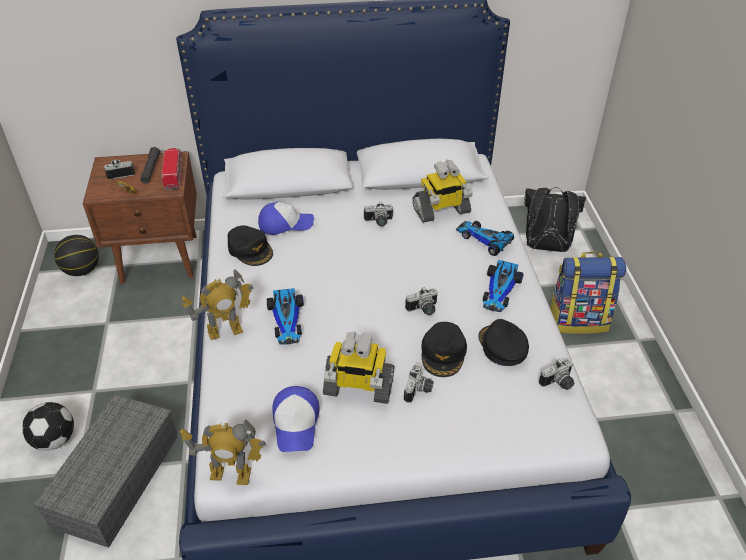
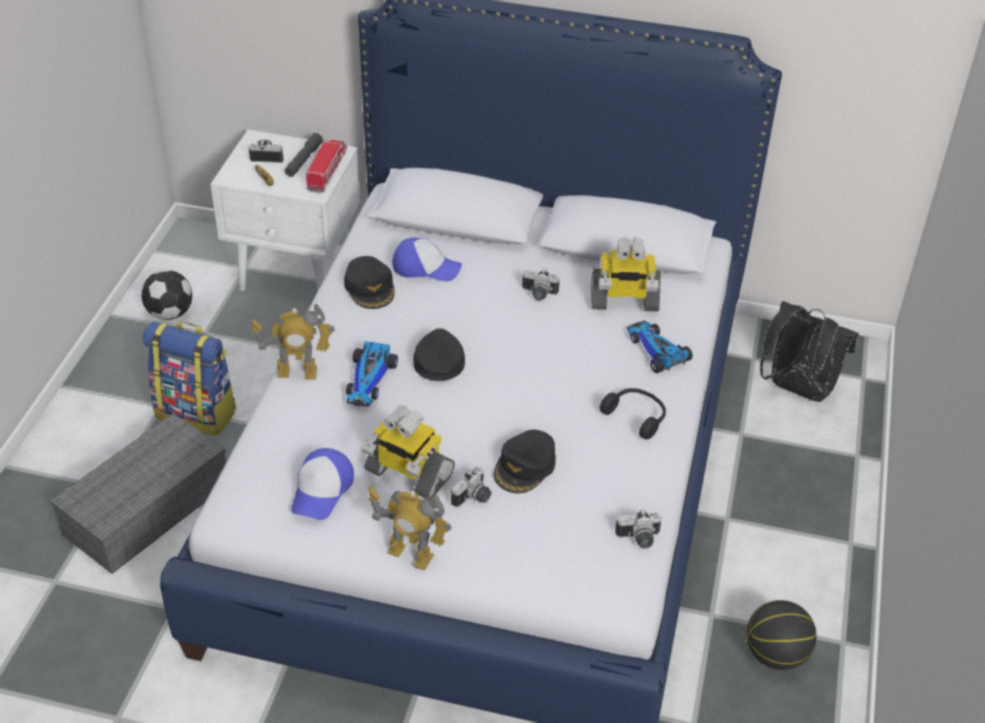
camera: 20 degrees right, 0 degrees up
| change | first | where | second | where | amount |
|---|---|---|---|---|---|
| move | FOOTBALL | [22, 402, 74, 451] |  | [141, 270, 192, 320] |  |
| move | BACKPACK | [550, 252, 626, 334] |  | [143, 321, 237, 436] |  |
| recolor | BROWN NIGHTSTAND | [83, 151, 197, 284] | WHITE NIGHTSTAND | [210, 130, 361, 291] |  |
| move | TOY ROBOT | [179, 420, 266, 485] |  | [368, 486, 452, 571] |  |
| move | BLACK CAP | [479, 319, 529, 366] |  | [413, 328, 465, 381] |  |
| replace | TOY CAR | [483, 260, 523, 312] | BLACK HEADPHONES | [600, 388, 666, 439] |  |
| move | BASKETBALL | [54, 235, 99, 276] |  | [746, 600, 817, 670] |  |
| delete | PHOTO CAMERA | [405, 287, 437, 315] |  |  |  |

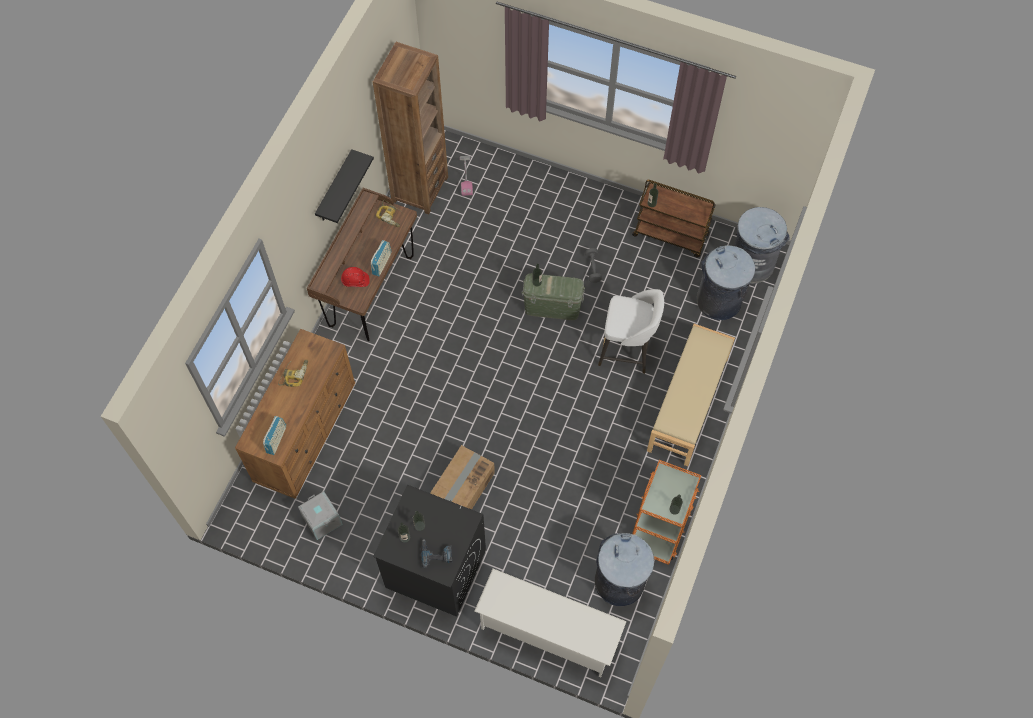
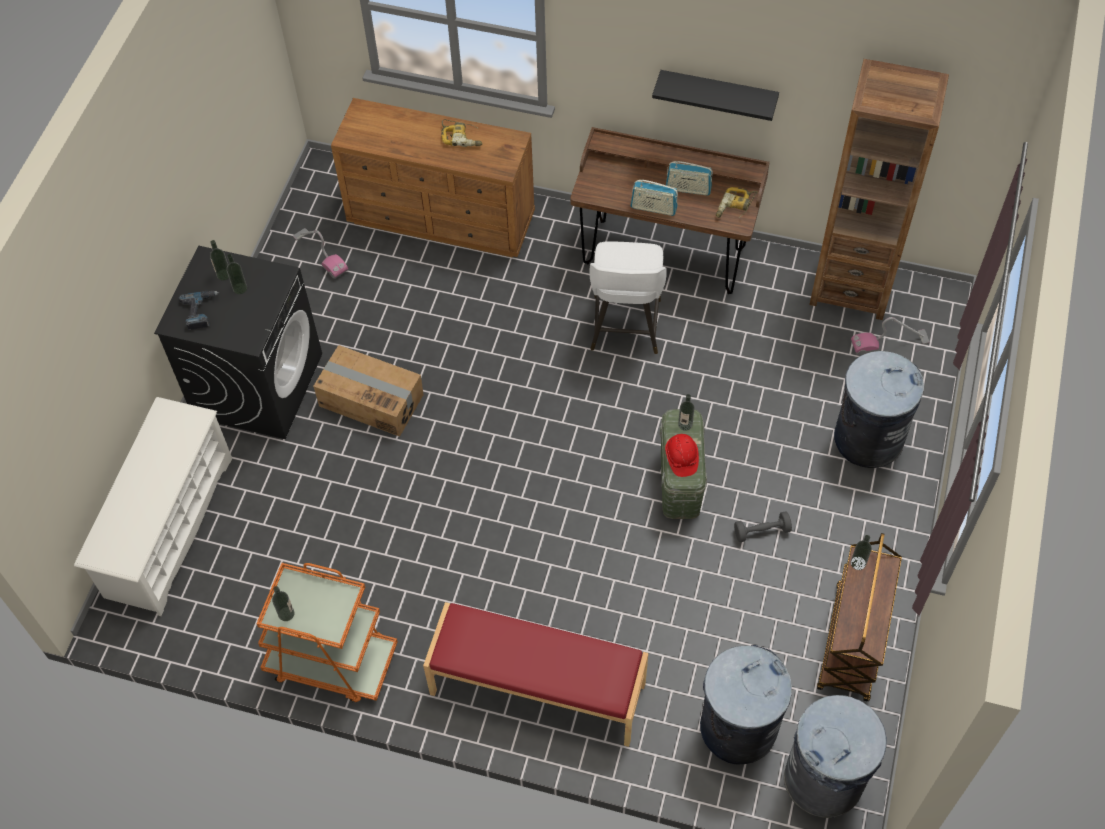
camera: 85 degrees right, 5 degrees down
| change | first | where | second | where | amount |
|---|---|---|---|---|---|
| replace | GREY STORAGE BOX | [298, 491, 343, 540] | VACUUM CLEANER | [293, 228, 348, 279] |  |
| recolor | BEIGE BENCH | [647, 324, 735, 466] | RED BENCH | [423, 602, 648, 747] |  |
| move | WHITE STOOL | [598, 289, 664, 374] |  | [589, 241, 667, 354] |  |
| move | RED HARD HAT | [341, 267, 370, 287] |  | [665, 434, 699, 477] |  |
| move | RADIO | [263, 416, 286, 455] |  | [666, 161, 713, 195] |  |
| move | GREY TRASH CAN | [595, 533, 654, 606] |  | [834, 351, 924, 468] |  |

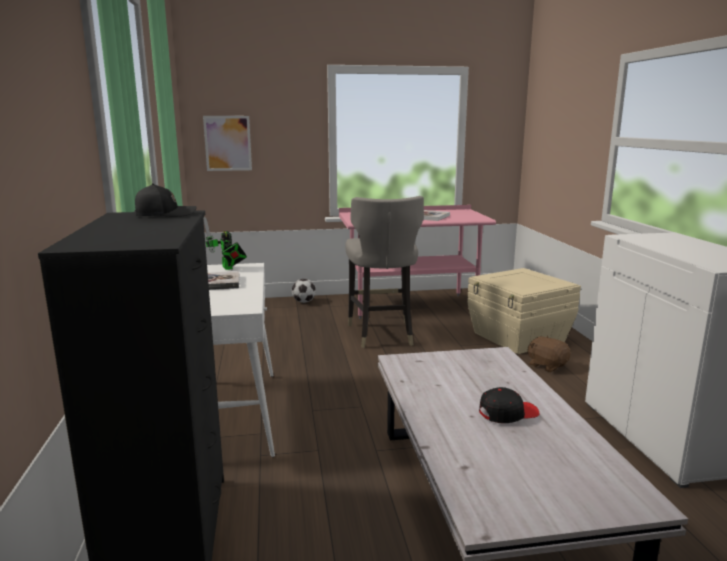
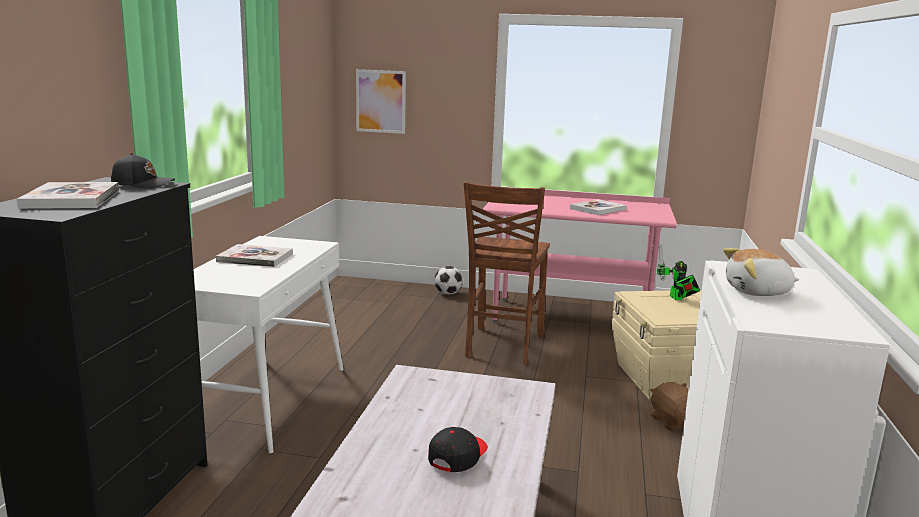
camera: 20 degrees right, 0 degrees up
| change | first | where | second | where | amount |
|---|---|---|---|---|---|
| insert |  |  | BOOK | [17, 182, 119, 209] |  |
| rotate | BLACK CAP | [479, 387, 539, 423] |  | [428, 427, 488, 472] | 60 degrees counterclockwise |
| replace | GREY STOOL | [345, 196, 424, 348] | BROWN CHAIR | [464, 182, 550, 365] |  |
| move | TOY ROBOT | [203, 217, 247, 270] |  | [657, 244, 700, 300] |  |
| insert |  |  | PLUSH TOY | [723, 248, 799, 296] |  |

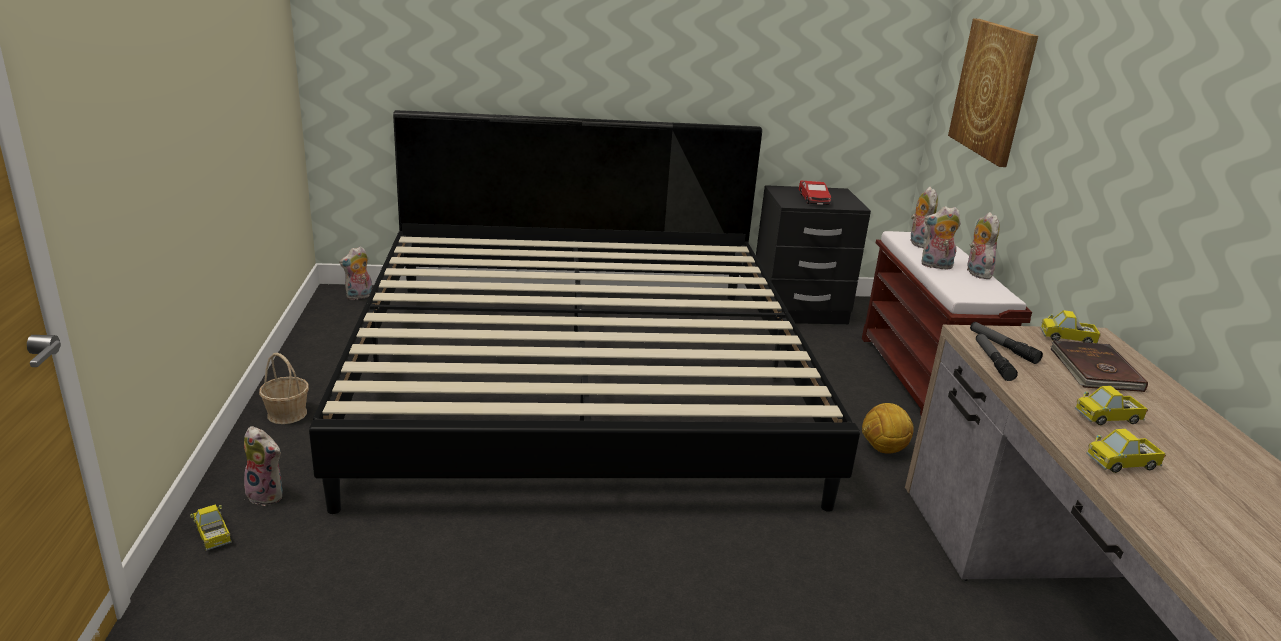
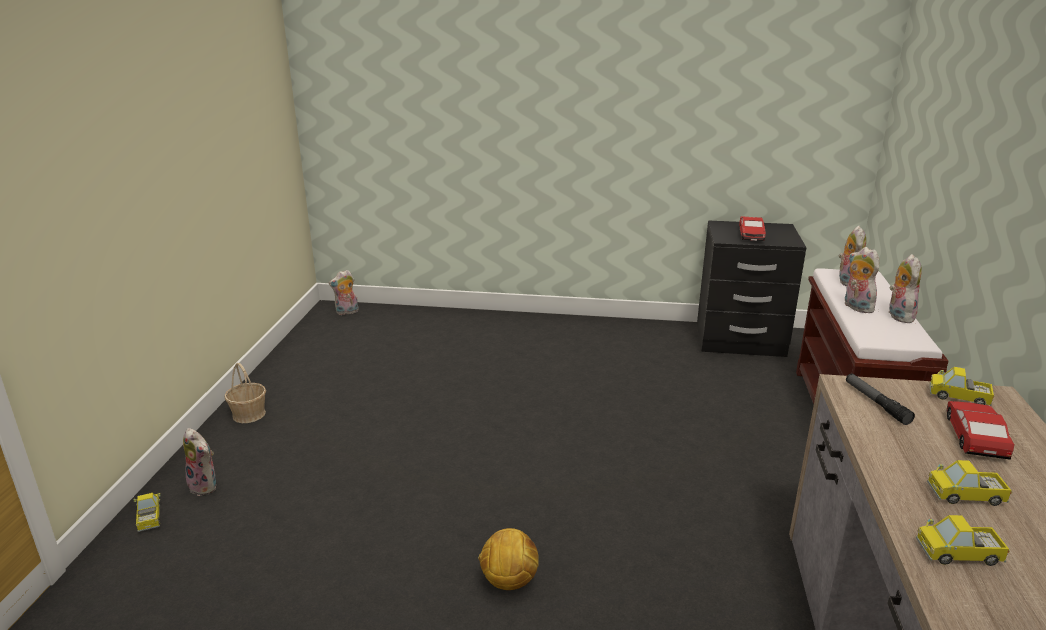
camera: 15 degrees right, 0 degrees up
| change | first | where | second | where | amount |
|---|---|---|---|---|---|
| move | FOOTBALL | [862, 403, 914, 454] |  | [478, 528, 539, 590] |  |
| rotate | PLUSH TOY | [921, 206, 961, 271] |  | [845, 247, 879, 313] | 45 degrees clockwise |
| replace | BROWN BOOK | [1050, 340, 1148, 392] | TOY CAR | [947, 401, 1014, 460] |  |
| delete | BED | [309, 110, 860, 514] |  |  |  |
| delete | PICTURE | [948, 18, 1038, 167] |  |  |  |
| delete | FLASHLIGHT | [976, 333, 1018, 381] |  |  |  |

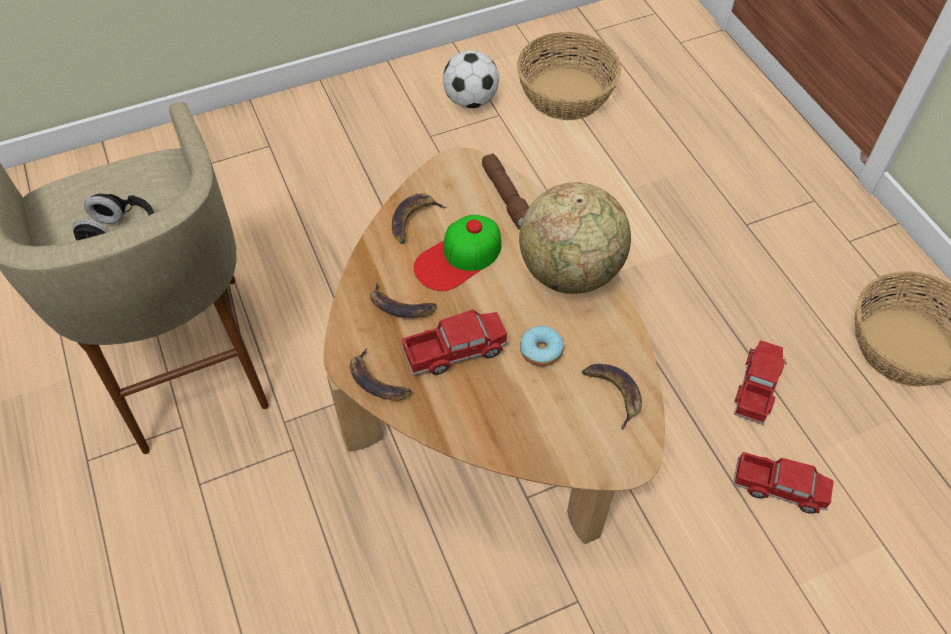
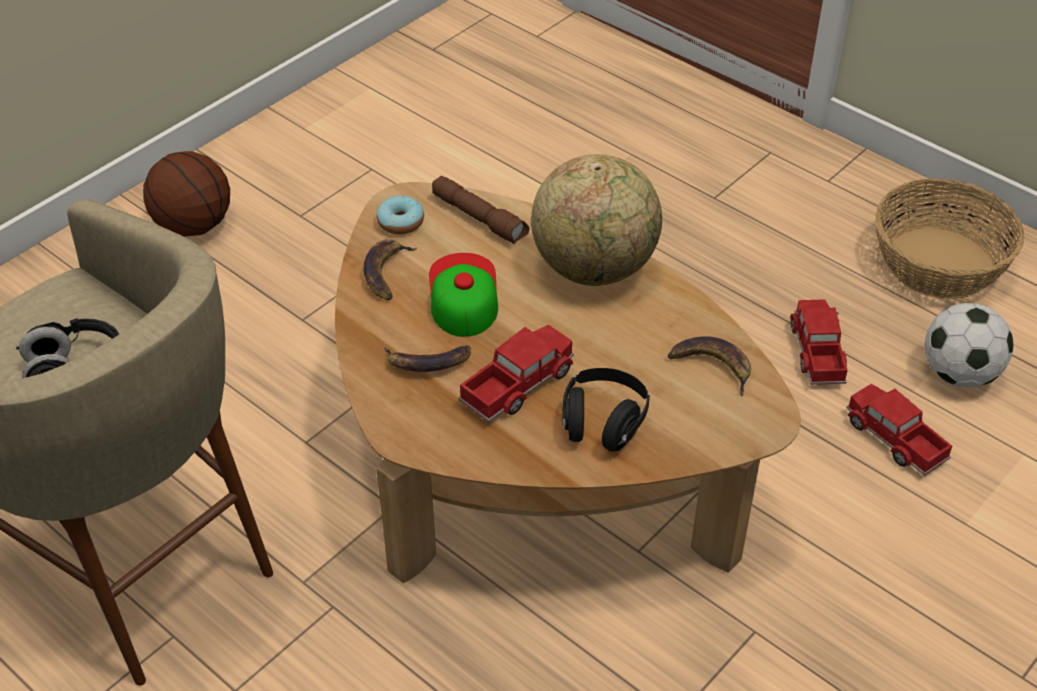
camera: 25 degrees left, 10 degrees down
| change | first | where | second | where | amount |
|---|---|---|---|---|---|
| insert |  |  | BASKETBALL | [143, 151, 230, 237] |  |
| move | DONUT | [520, 326, 564, 366] |  | [376, 196, 424, 234] |  |
| rotate | CAP | [414, 215, 501, 291] |  | [429, 253, 498, 337] | 150 degrees clockwise |
| insert |  |  | BLACK HEADPHONES | [562, 368, 650, 451] |  |
| rotate | TOY TRUCK | [733, 452, 834, 514] |  | [847, 384, 952, 476] | 120 degrees counterclockwise |
| move | FOOTBALL | [443, 50, 499, 108] |  | [924, 303, 1014, 387] |  |
| delete | BANANA | [350, 348, 412, 400] |  |  |  |
| delete | BASKET | [517, 32, 621, 120] |  |  |  |

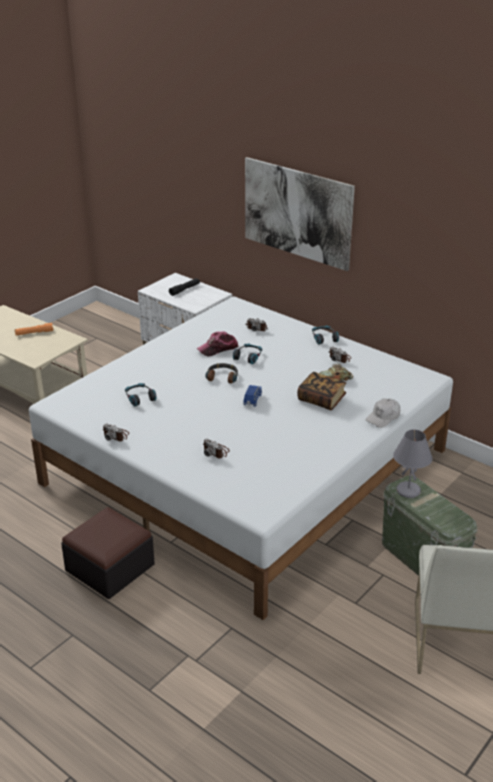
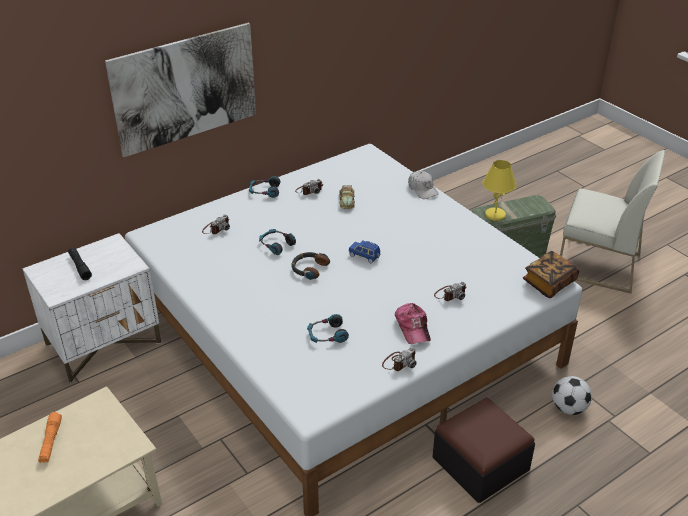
camera: 75 degrees left, 5 degrees up
| change | first | where | second | where | amount |
|---|---|---|---|---|---|
| move | CAP | [197, 331, 239, 357] |  | [395, 303, 431, 344] |  |
| recolor | GREY TABLE LAMP | [393, 430, 432, 498] | YELLOW TABLE LAMP | [482, 160, 516, 221] |  |
| move | BOOK | [297, 372, 346, 410] |  | [523, 251, 579, 298] |  |
| insert |  |  | FOOTBALL | [552, 376, 592, 415] |  |

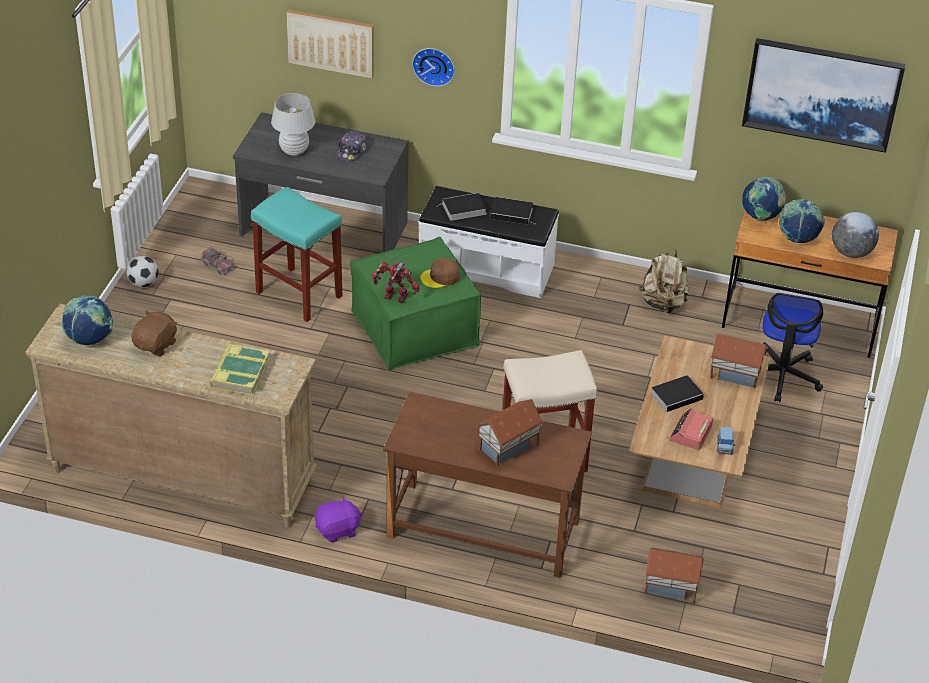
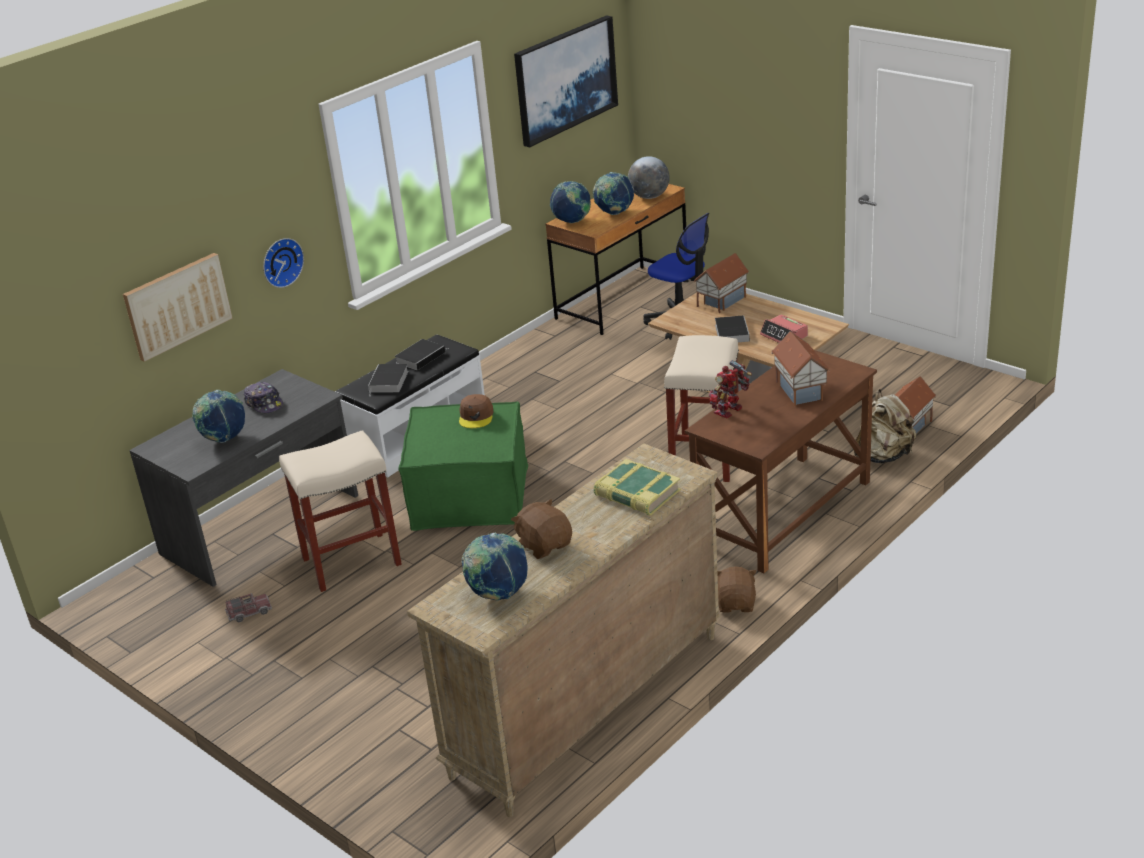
camera: 60 degrees left, 10 degrees down
| change | first | where | second | where | amount |
|---|---|---|---|---|---|
| replace | WHITE TABLE LAMP | [271, 93, 315, 156] | GLOBE | [192, 390, 245, 443] |  |
| recolor | TURQUOISE STOOL | [251, 187, 342, 322] | BEIGE STOOL | [279, 430, 402, 592] |  |
| move | TOY ROBOT | [372, 261, 419, 302] |  | [709, 360, 752, 419] |  |
| recolor | PURPLE PLUSH TOY | [315, 496, 363, 542] | BROWN PLUSH TOY | [717, 567, 757, 613] |  |
| move | BEIGE BACKPACK | [639, 249, 689, 313] |  | [853, 389, 916, 463] |  |
| delete | FOOTBALL | [126, 256, 159, 287] |  |  |  |
| delete | BLUE TOY CAR | [717, 426, 735, 455] |  |  |  |

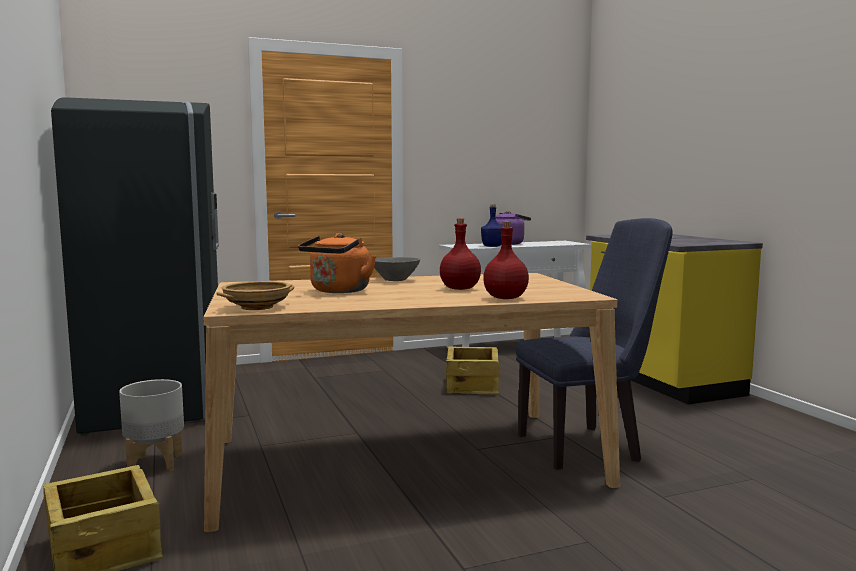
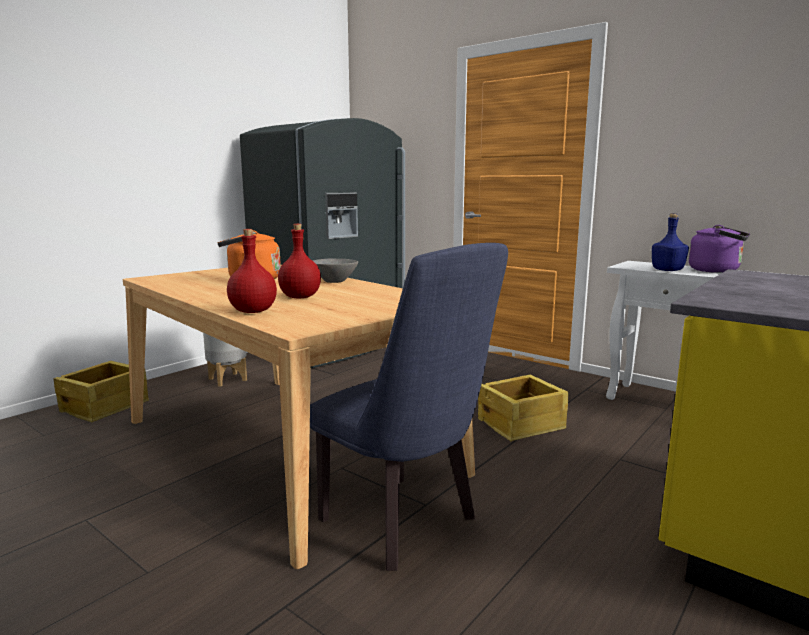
camera: 60 degrees right, 5 degrees up
| change | first | where | second | where | amount |
|---|---|---|---|---|---|
| delete | BEIGE BOWL | [216, 281, 294, 310] |  |  |  |

